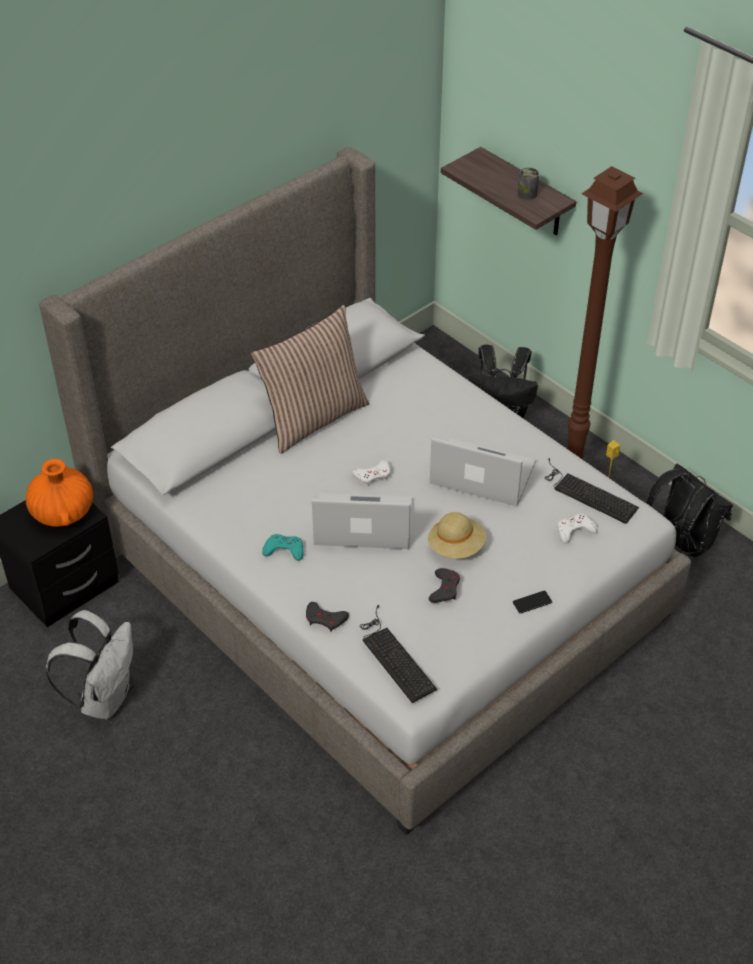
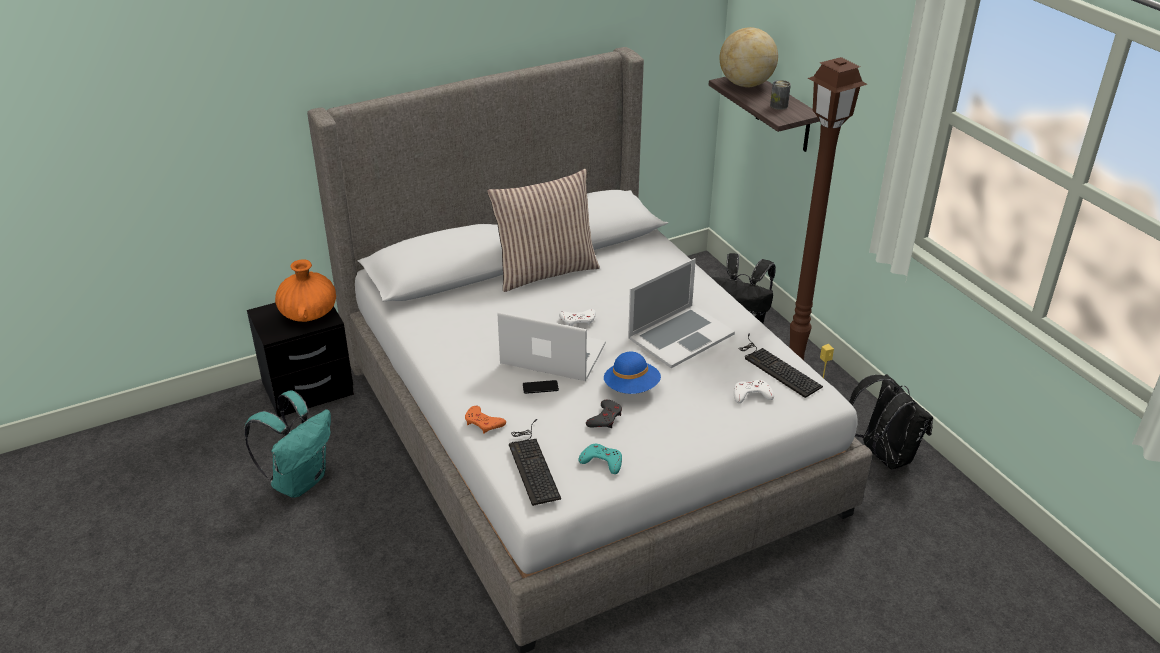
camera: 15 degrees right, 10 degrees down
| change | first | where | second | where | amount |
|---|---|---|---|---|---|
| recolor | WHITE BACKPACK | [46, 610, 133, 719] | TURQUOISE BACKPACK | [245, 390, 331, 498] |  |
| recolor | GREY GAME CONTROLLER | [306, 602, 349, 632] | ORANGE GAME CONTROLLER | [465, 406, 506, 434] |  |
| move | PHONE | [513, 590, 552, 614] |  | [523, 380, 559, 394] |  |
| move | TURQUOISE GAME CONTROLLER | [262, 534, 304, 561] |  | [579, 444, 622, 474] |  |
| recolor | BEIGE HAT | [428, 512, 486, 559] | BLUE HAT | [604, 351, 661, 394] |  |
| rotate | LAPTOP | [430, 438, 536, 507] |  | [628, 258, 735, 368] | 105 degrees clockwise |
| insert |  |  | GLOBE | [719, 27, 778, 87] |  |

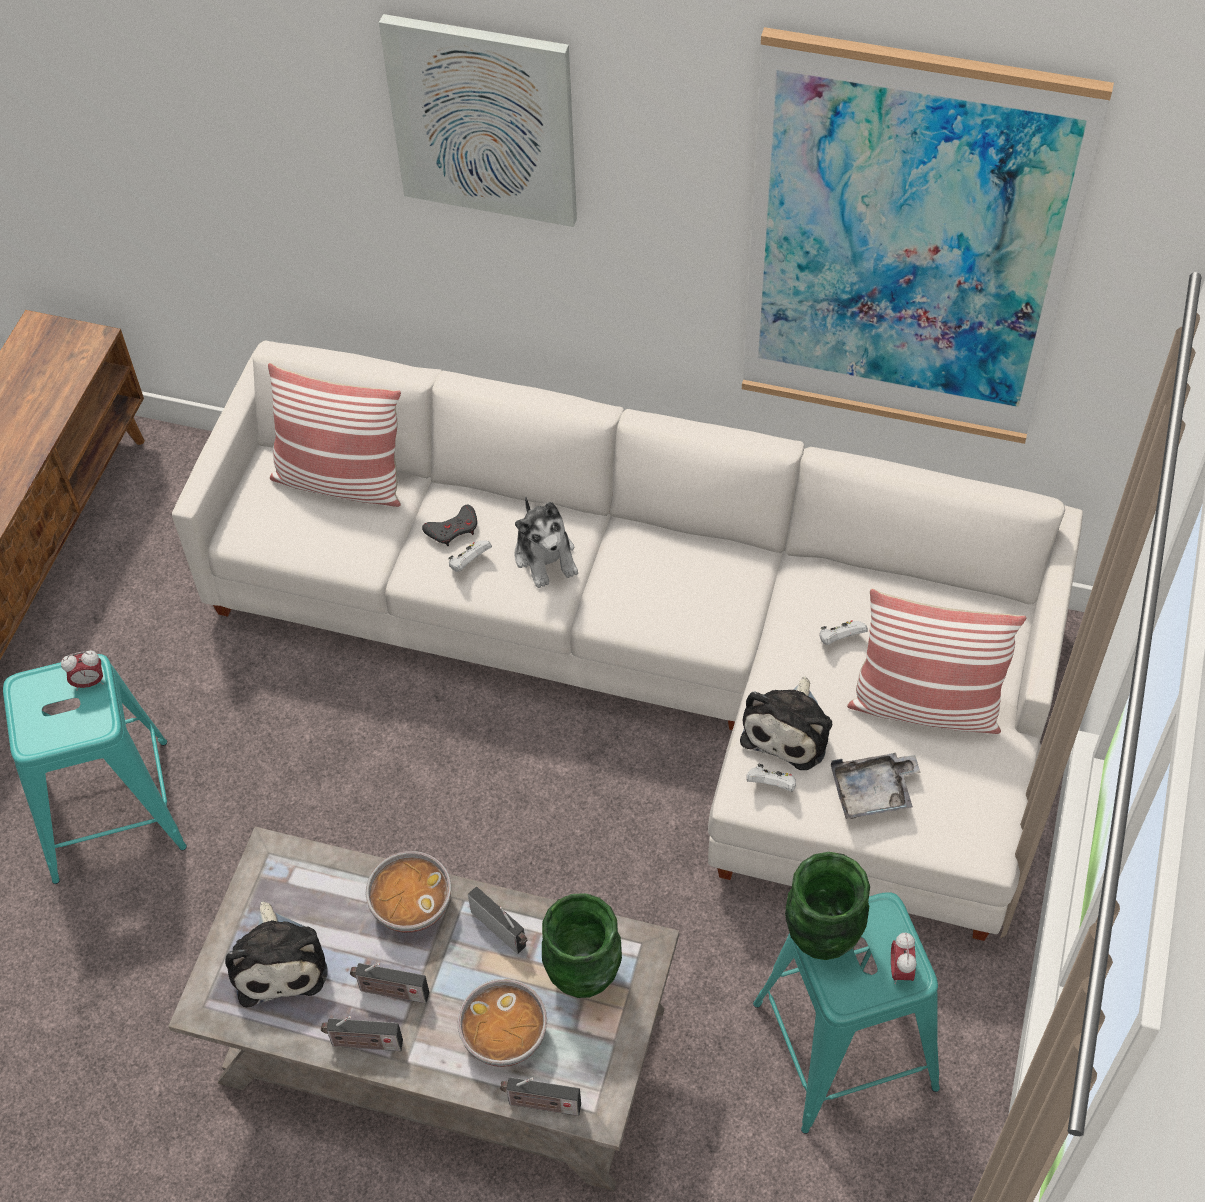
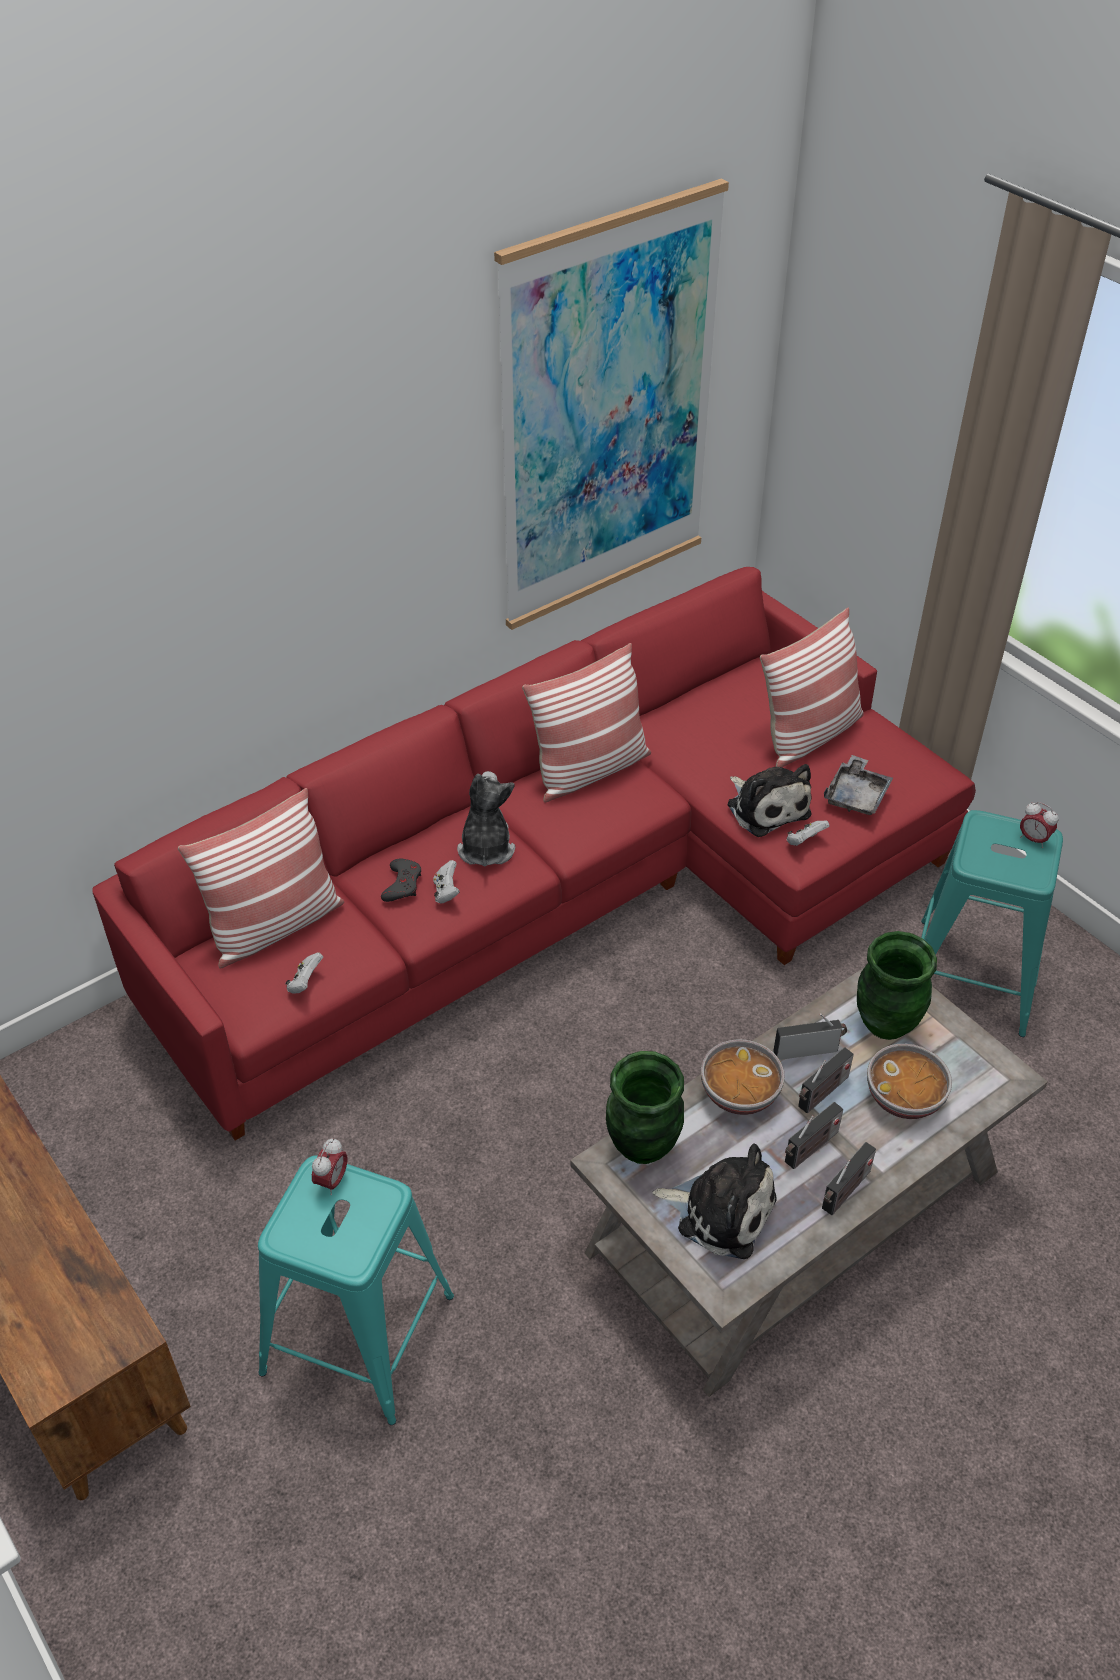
camera: 55 degrees left, 10 degrees down
| change | first | where | second | where | amount |
|---|---|---|---|---|---|
| recolor | WHITE SOFA | [172, 341, 1083, 941] | RED SOFA | [93, 567, 976, 1140] |  |
| move | WHITE GAME CONTROLLER | [819, 620, 868, 645] |  | [285, 952, 323, 994] |  |
| rotate | PLUSH TOY | [515, 497, 578, 588] |  | [457, 771, 515, 866] | 105 degrees counterclockwise |
| insert |  |  | PILLOW | [522, 643, 651, 802] |  |
| move | GREEN VASE | [785, 852, 870, 960] |  | [606, 1051, 684, 1164] |  |
| move | RADIO | [500, 1077, 581, 1116] |  | [798, 1047, 854, 1113] |  |
| delete | PICTURE | [379, 14, 577, 227] |  |  |  |

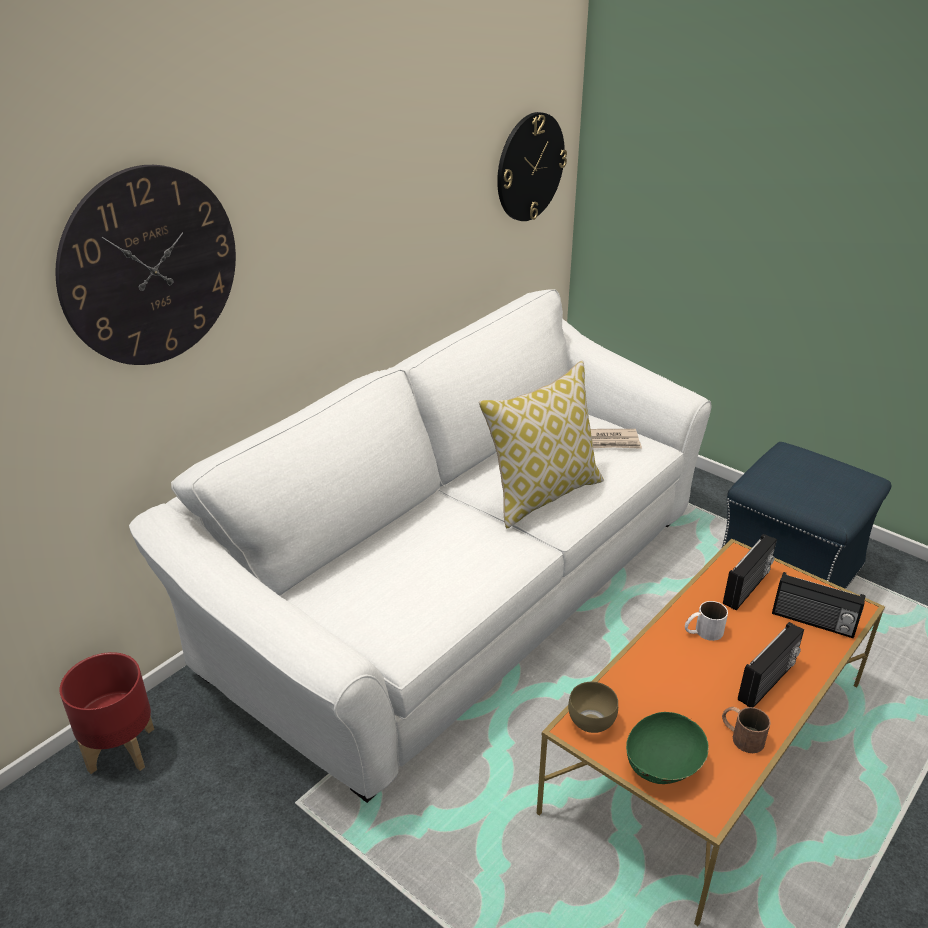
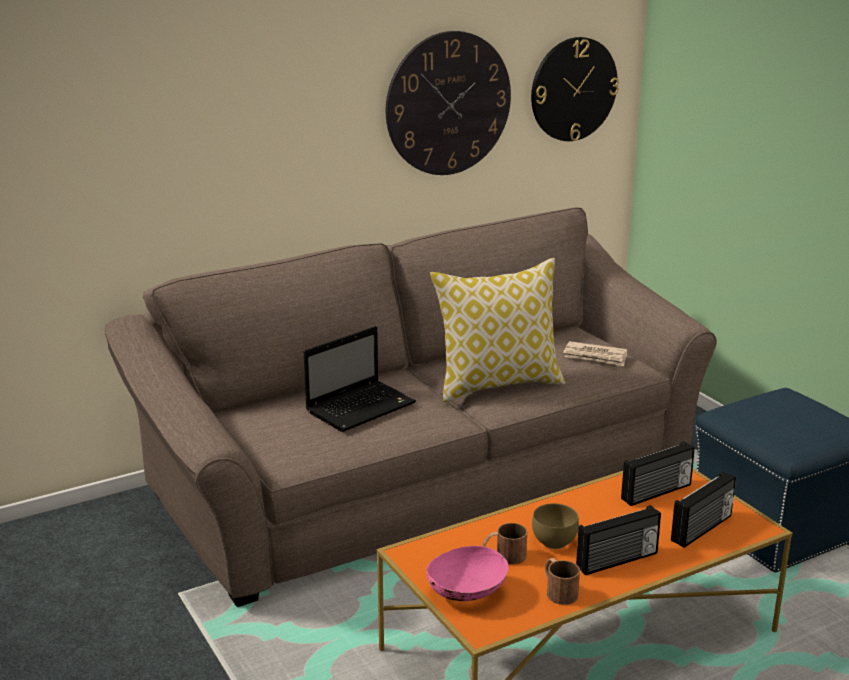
camera: 20 degrees right, 10 degrees down
| change | first | where | second | where | amount |
|---|---|---|---|---|---|
| recolor | WHITE SOFA | [129, 289, 711, 803] | BROWN SOFA | [105, 207, 717, 607] |  |
| insert |  |  | LAPTOP | [304, 326, 416, 432] |  |
| move | WALL CLOCK | [55, 165, 236, 365] |  | [386, 31, 511, 175] |  |
| recolor | GREEN BOWL | [626, 712, 709, 784] | PINK BOWL | [426, 546, 509, 601] |  |
| insert |  |  | BROWN MUG | [482, 523, 527, 565] |  |
| move | BROWN BOWL | [568, 682, 618, 733] |  | [532, 503, 579, 549] |  |
| rotate | RADIO | [772, 572, 865, 638] |  | [671, 471, 736, 548] | 90 degrees counterclockwise |
| delete | RED PLANTER | [60, 652, 154, 774] |  |  |  |
| delete | WHITE MUG | [685, 601, 728, 641] |  |  |  |

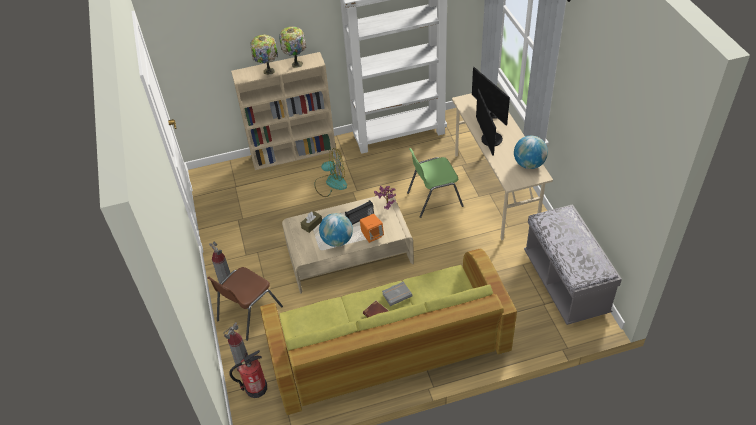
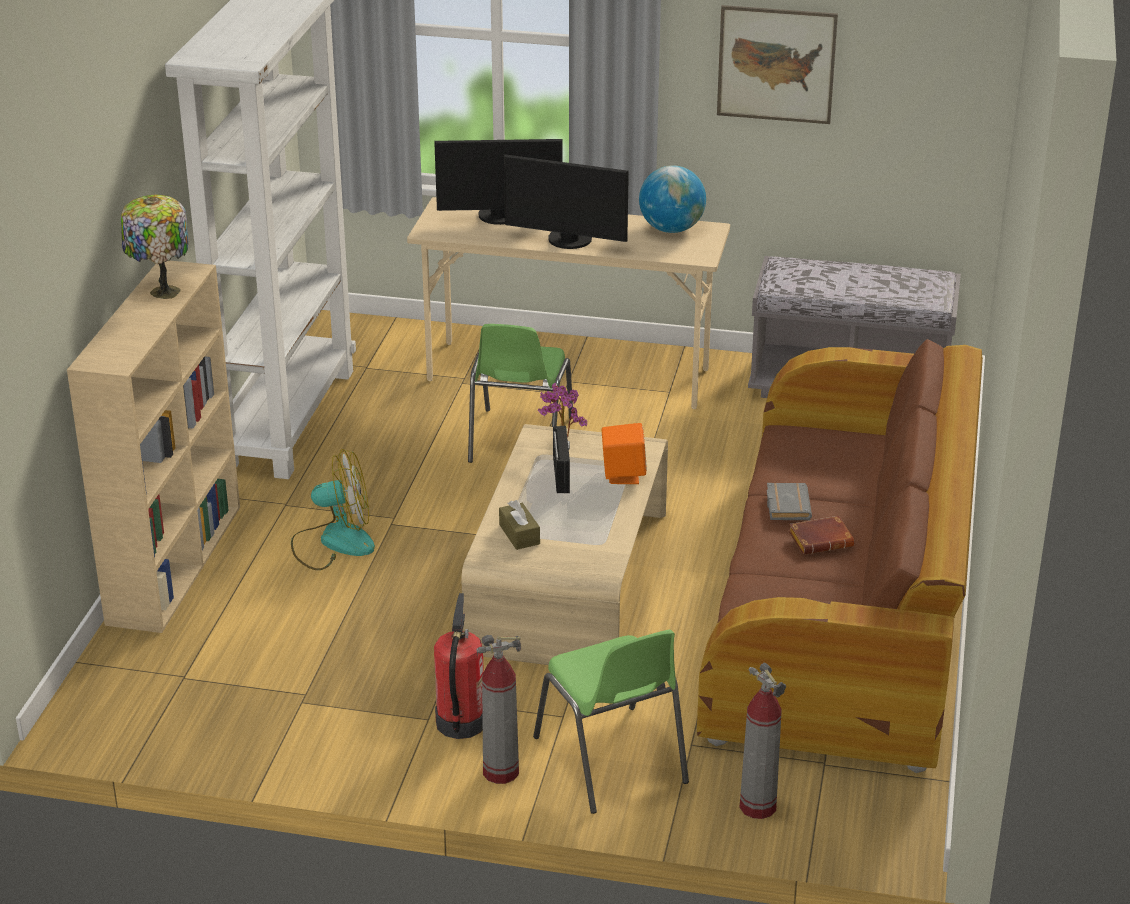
camera: 65 degrees left, 15 degrees down
| change | first | where | second | where | amount |
|---|---|---|---|---|---|
| rotate | FAN | [314, 148, 347, 197] |  | [291, 449, 375, 570] | 60 degrees clockwise |
| move | FIRE EXTINGUISHER | [229, 350, 267, 398] |  | [434, 593, 484, 739] |  |
| recolor | BROWN CHAIR | [207, 267, 283, 341] | GREEN CHAIR | [533, 630, 689, 814] |  |
| recolor | GREEN SOFA | [260, 248, 517, 415] | BROWN SOFA | [697, 339, 983, 773] |  |
| insert |  |  | PICTURE | [717, 5, 838, 124] |  |
| delete | TABLE LAMP | [250, 34, 278, 75] |  |  |  |
| delete | GLOBE | [319, 213, 353, 247] |  |  |  |

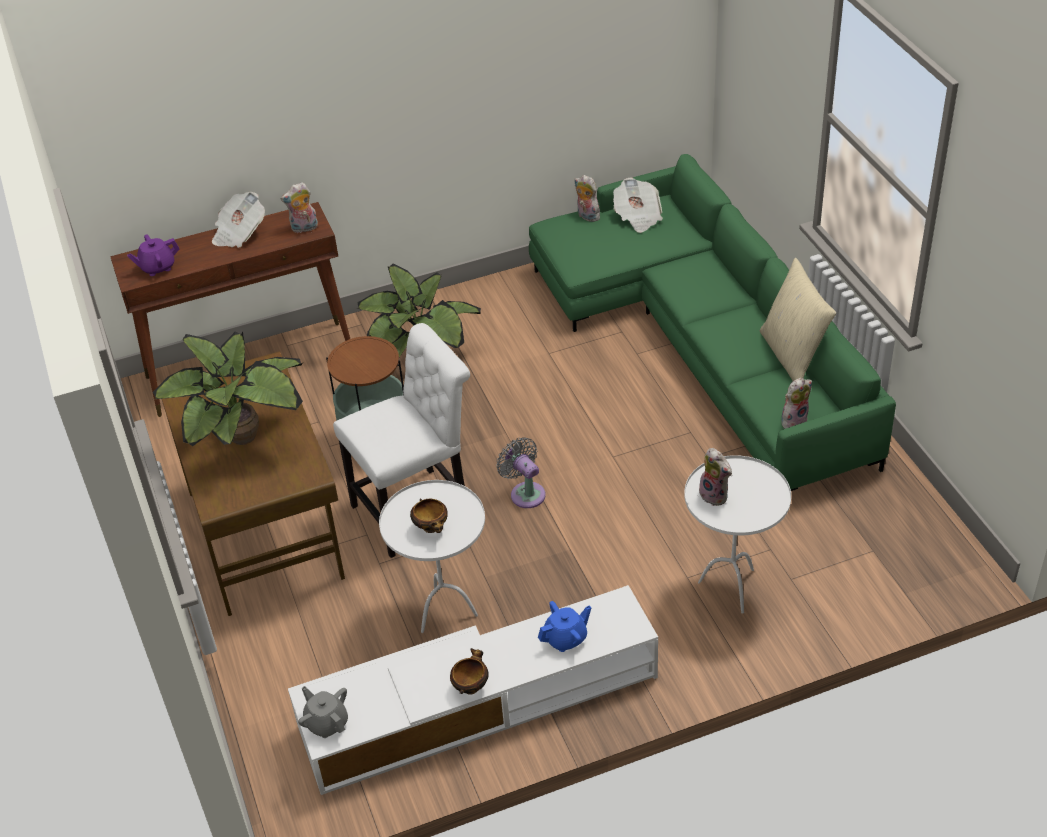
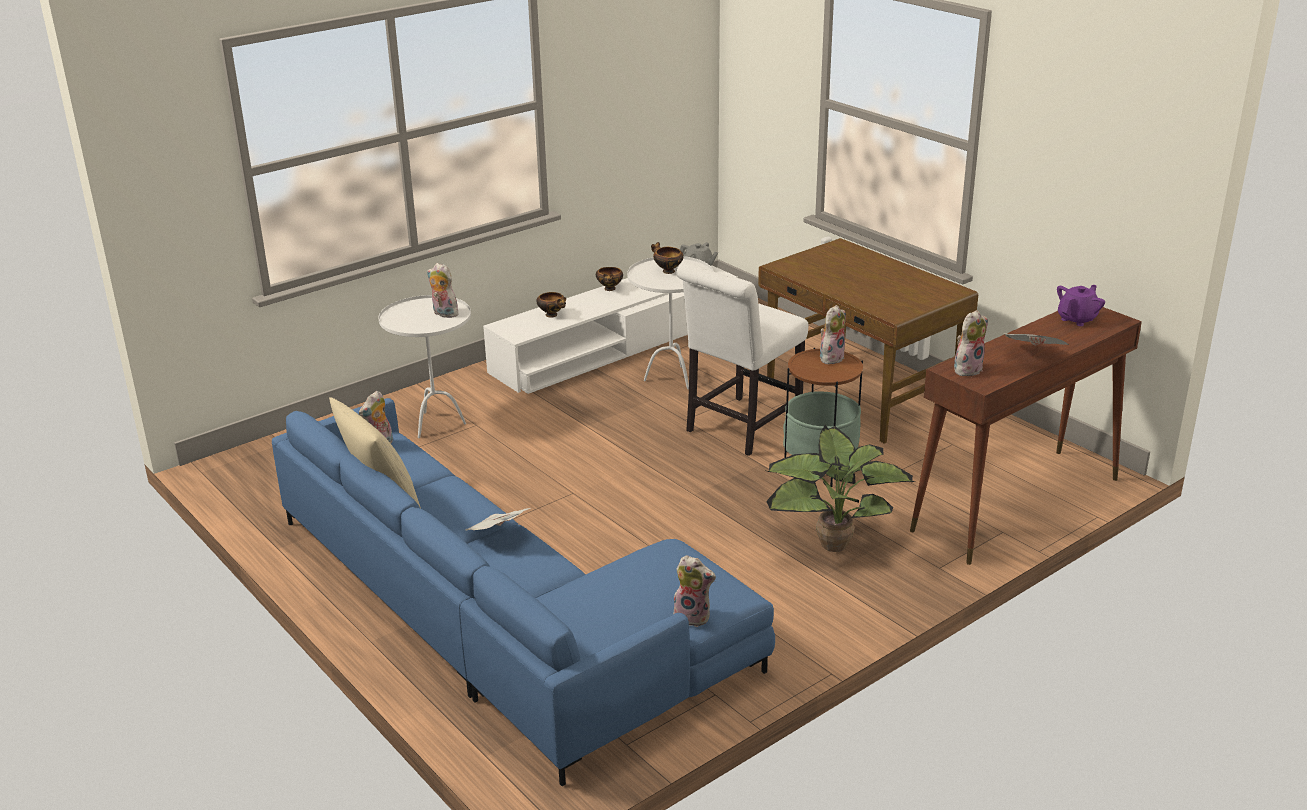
camera: 160 degrees right, 15 degrees down
| change | first | where | second | where | amount |
|---|---|---|---|---|---|
| recolor | GREEN SOFA | [529, 154, 896, 491] | BLUE SOFA | [272, 398, 775, 786] |  |
| move | NEWSPAPER | [613, 178, 663, 233] |  | [465, 508, 531, 530] |  |
| replace | BLUE TEAPOT | [538, 601, 591, 652] | BOWL | [536, 292, 566, 318] |  |
| insert |  |  | PLUSH TOY | [820, 305, 846, 364] |  |
| delete | POTTED PLANT | [153, 332, 303, 446] |  |  |  |
| delete | GREY FAN | [496, 437, 546, 508] |  |  |  |

